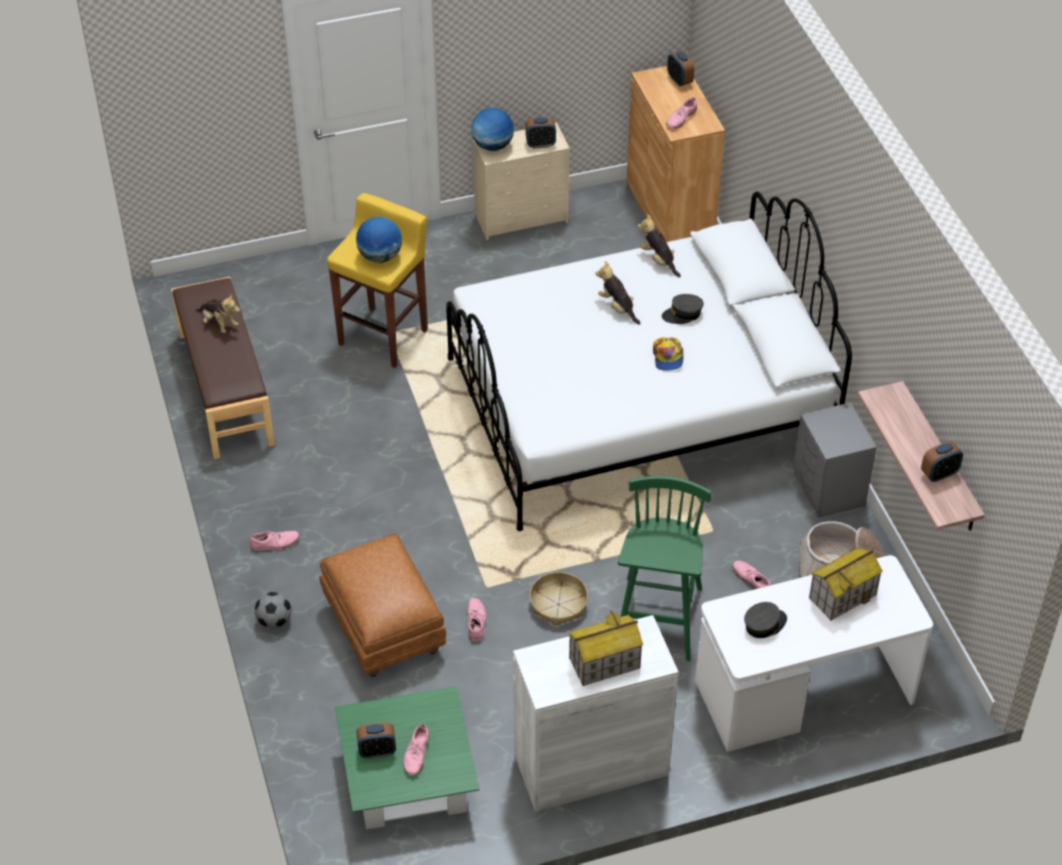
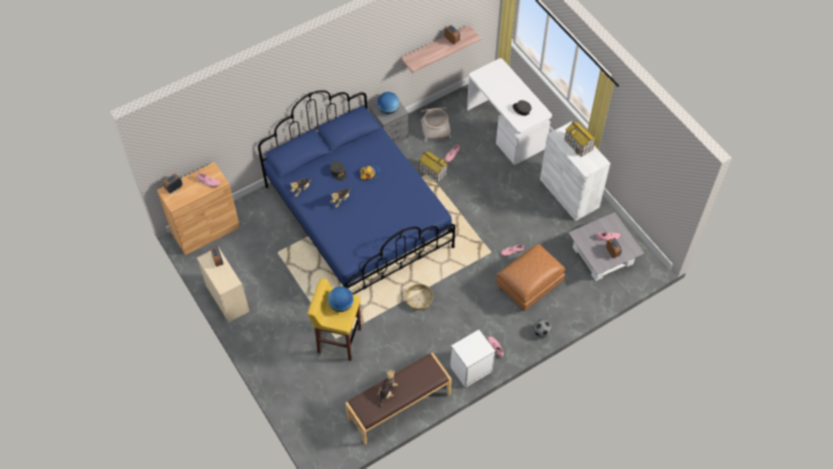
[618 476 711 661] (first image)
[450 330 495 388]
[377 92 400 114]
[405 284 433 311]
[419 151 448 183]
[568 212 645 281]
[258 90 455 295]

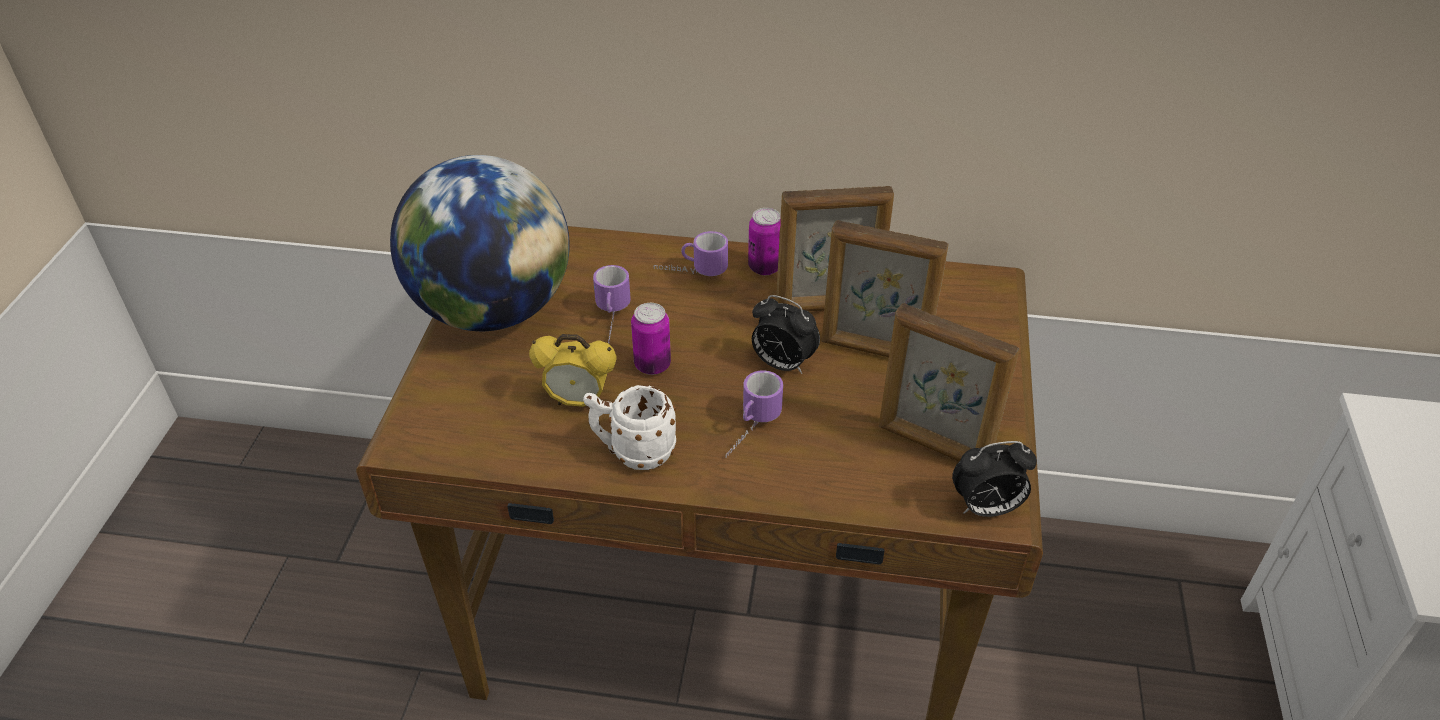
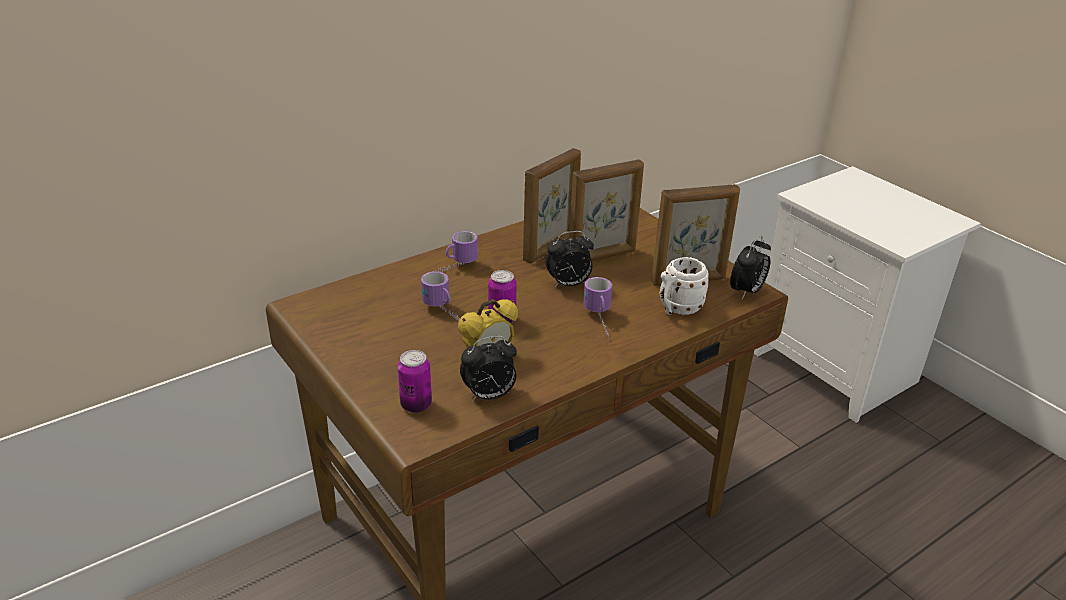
[390 155 569 331] (first image)
[460 336 517 401]
[659 257 710 315]
[397 350 432 413]

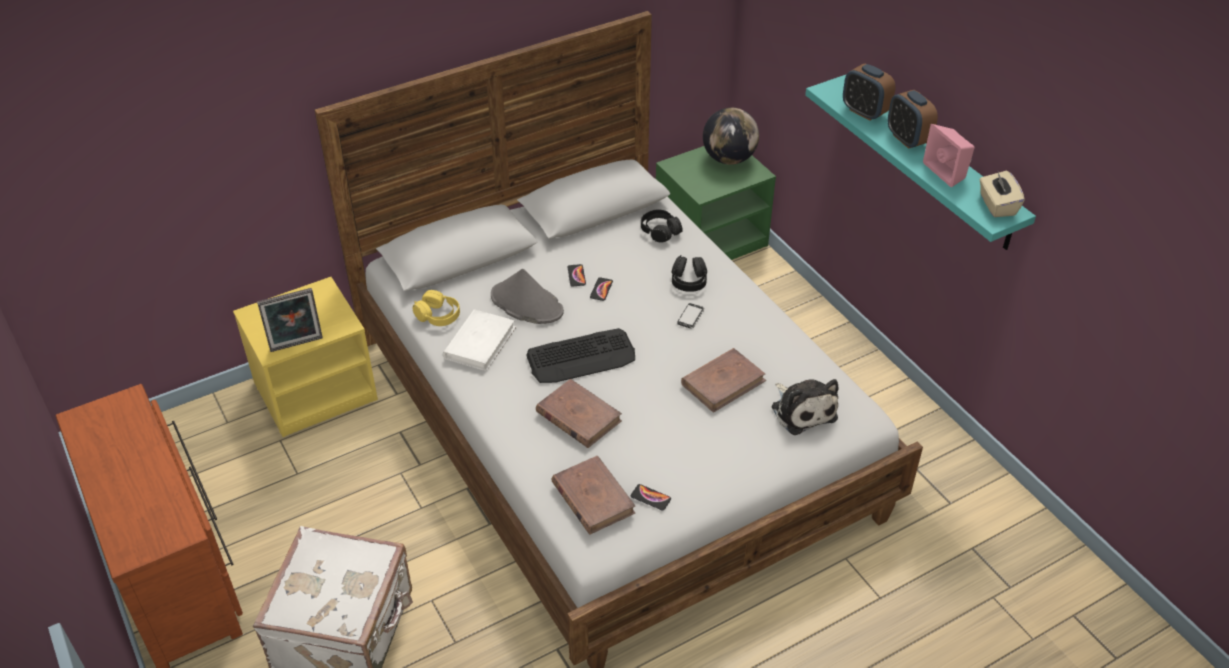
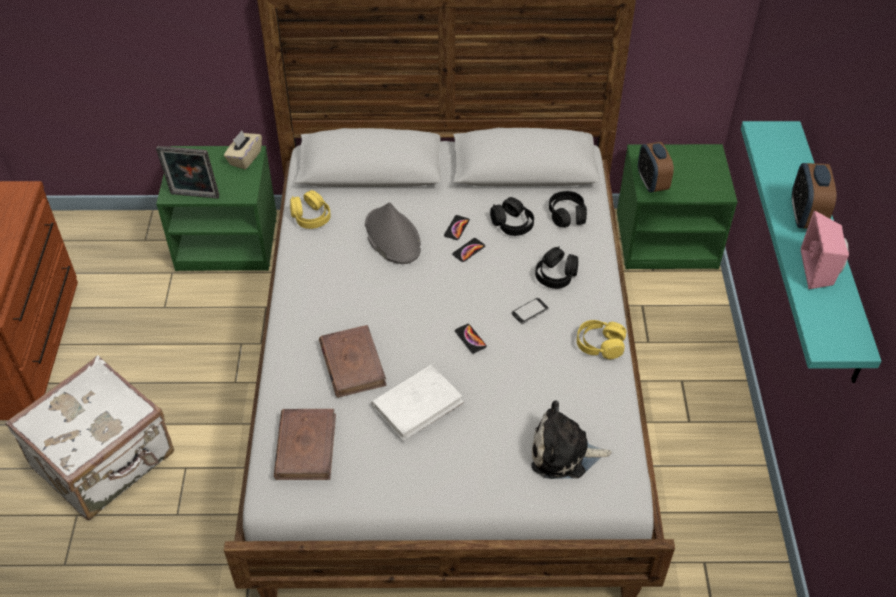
[526 328 635 383] (first image)
[681 348 766 413] (first image)
[703 108 759 165] (first image)
[490 197 534 236]
[577 320 626 359]
[371 365 464 441]
[455 324 487 353]
[638 142 674 192]
[224 131 262 170]
[156 146 277 271]
[531 400 612 479]

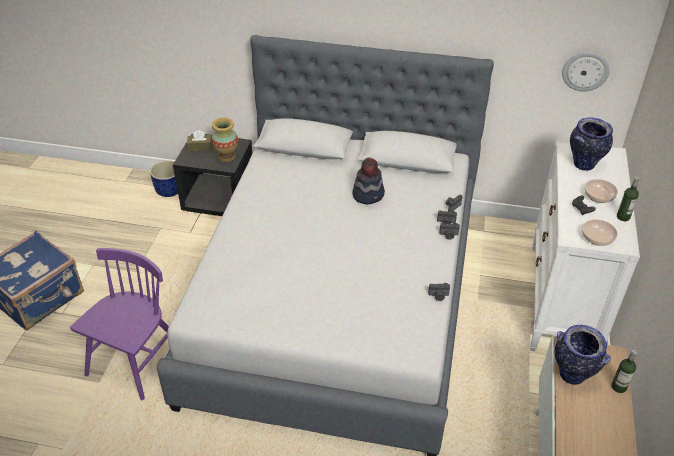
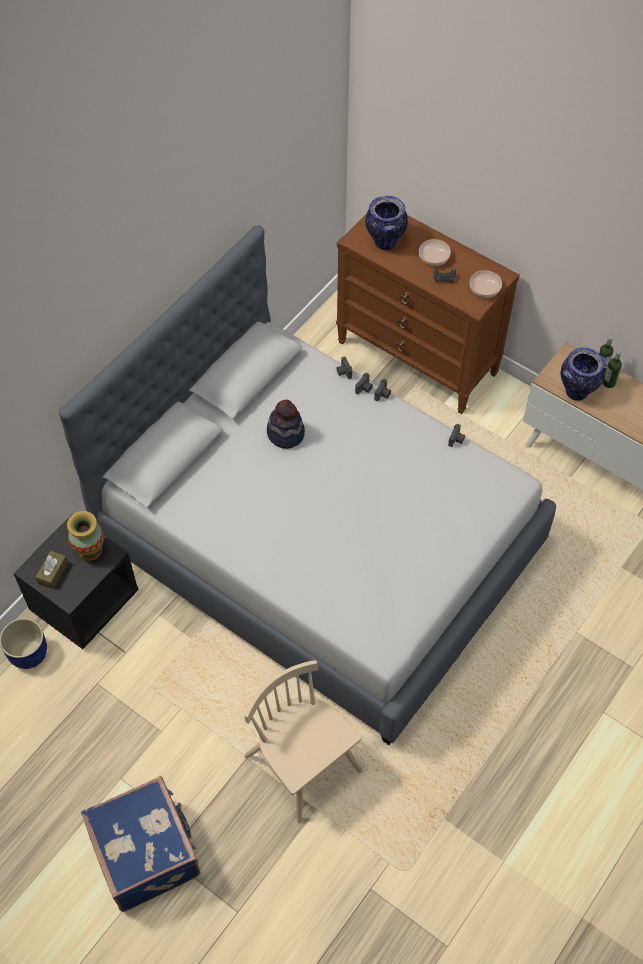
[562 52 610 91] (first image)
[603 351 622 388]
[244 660 362 823]
[336 215 520 414]

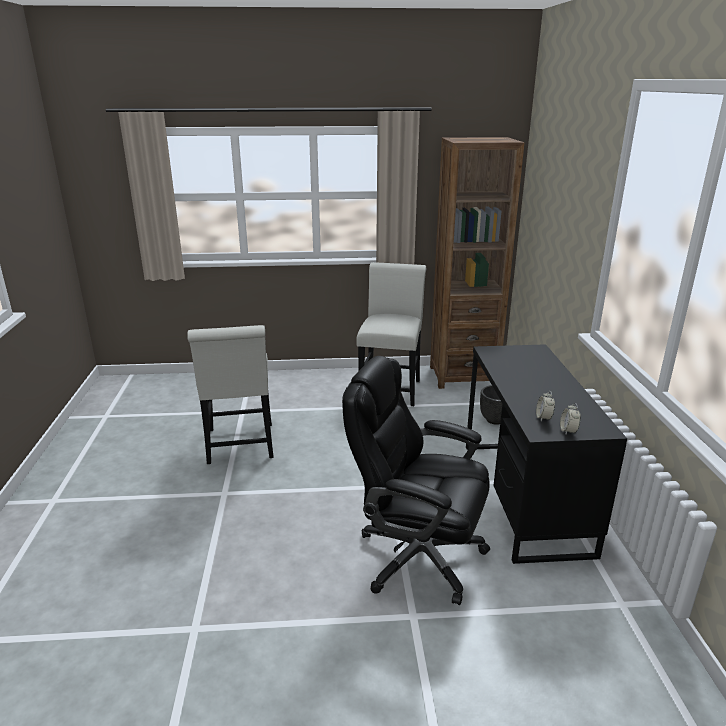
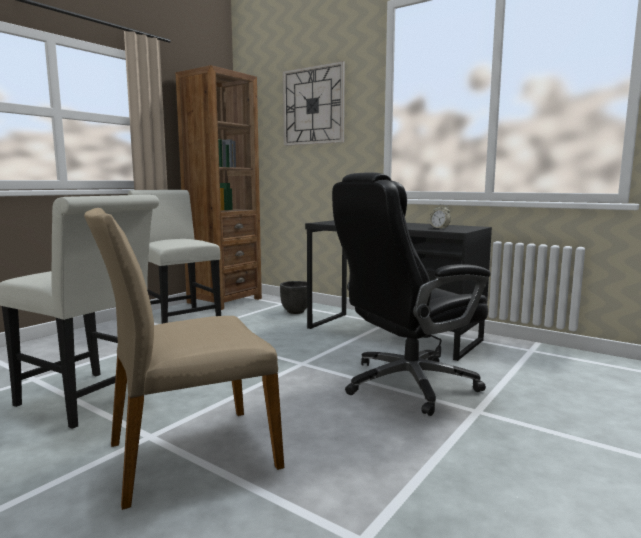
[560 403 581 434] (first image)
[84 208 284 510]
[283 61 345 146]

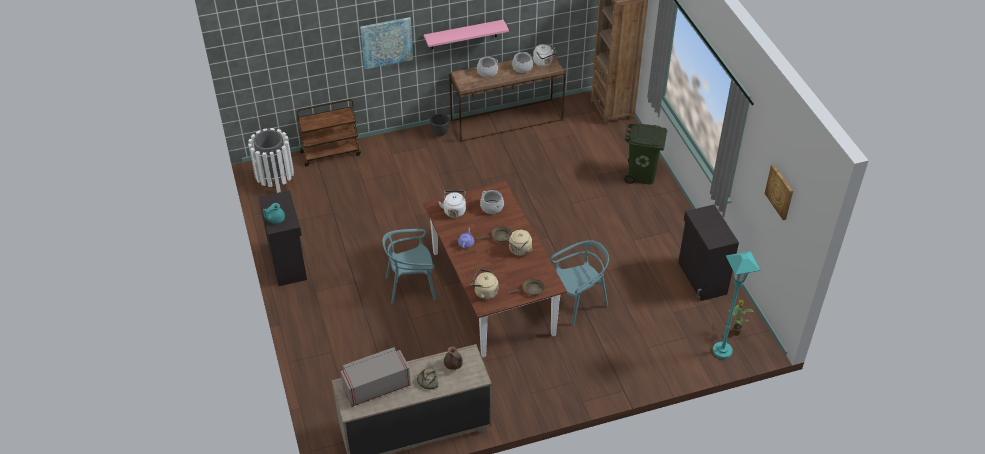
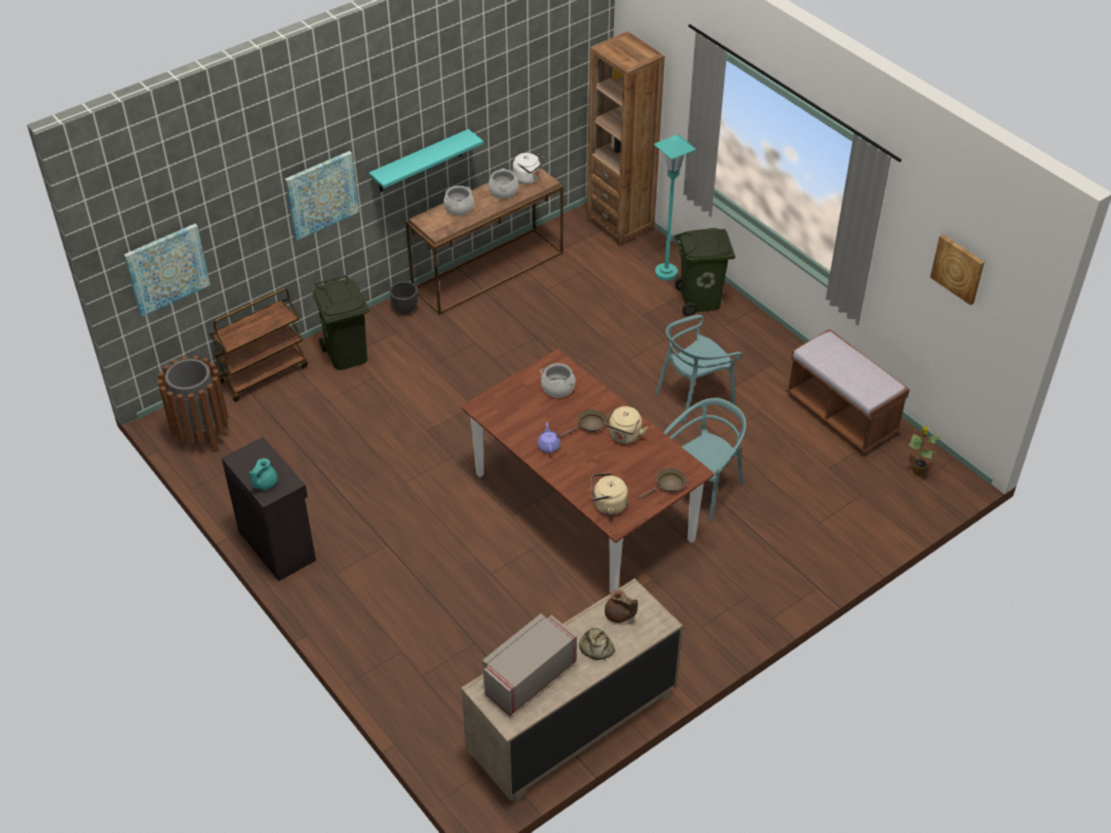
[439 191 466 218] (first image)
[124 224 210 316]
[312 275 369 370]
[656 315 743 422]
[654 134 696 281]
[786 329 910 453]
[157 356 229 452]
[369 129 483 192]

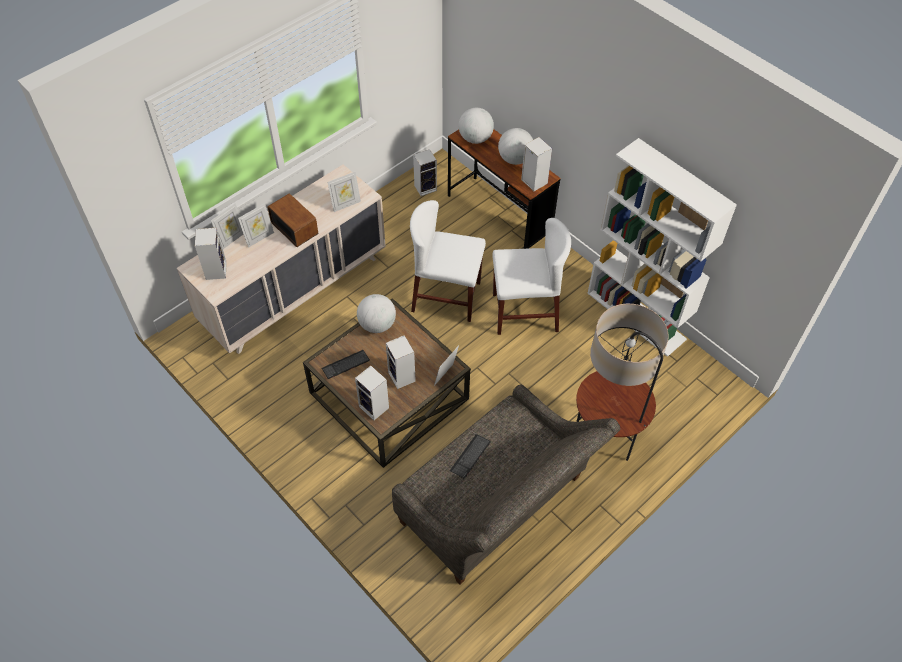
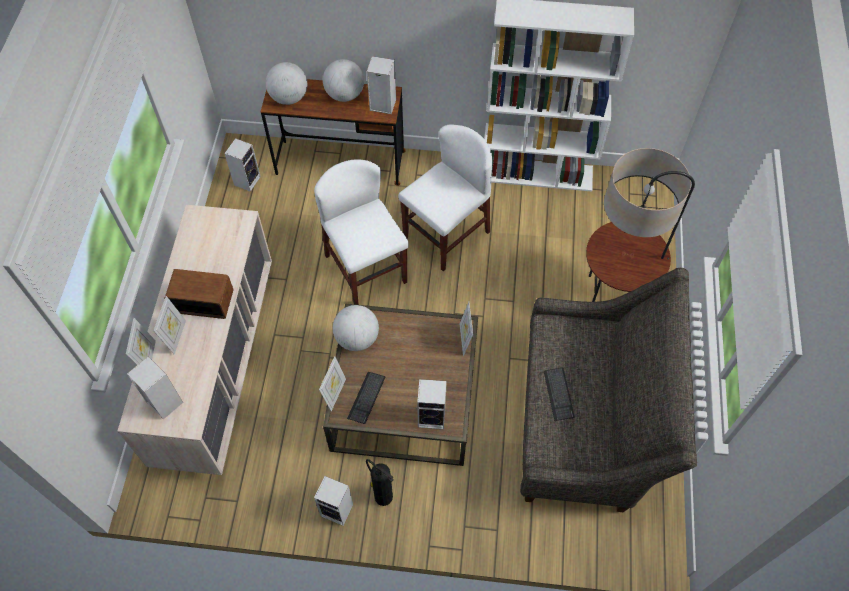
[366 459 394 506]
[319 356 346 411]
[314 476 353 526]
[314 159 409 305]

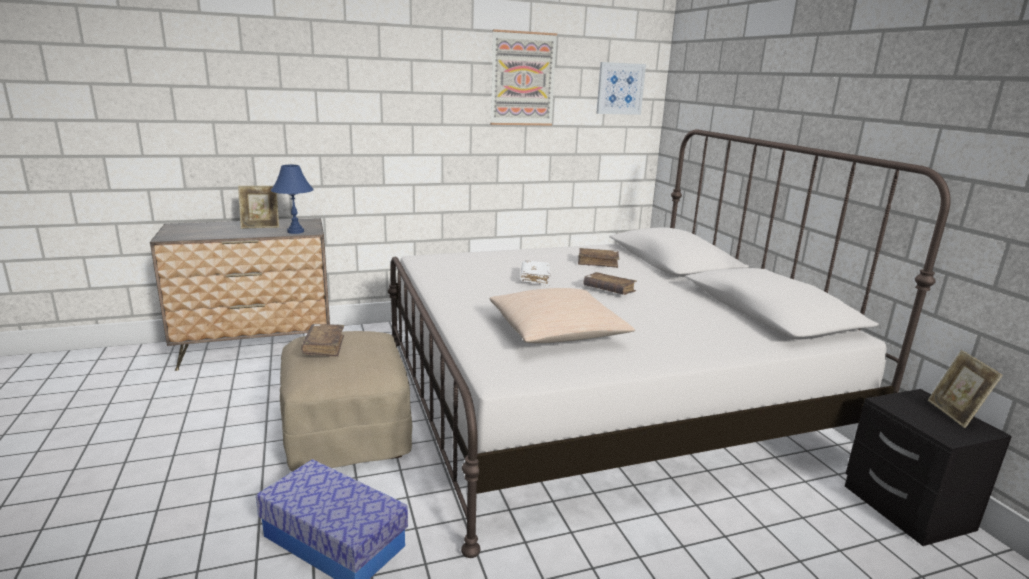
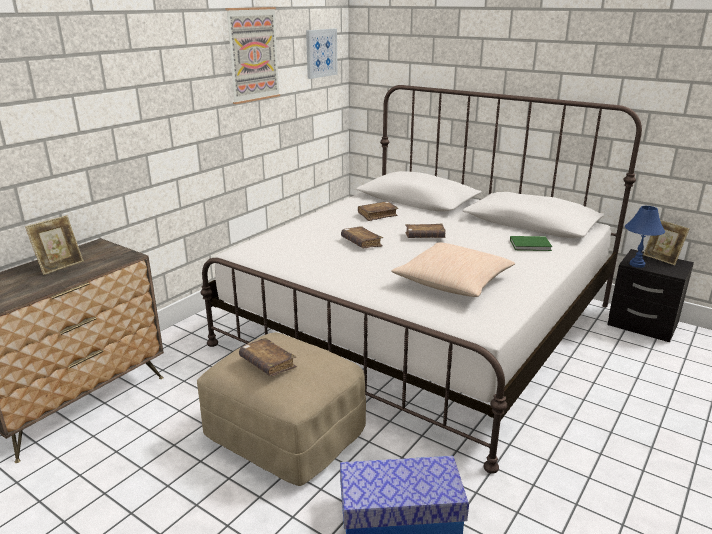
[510 236 552 251]
[625 206 665 268]
[341 226 383 248]

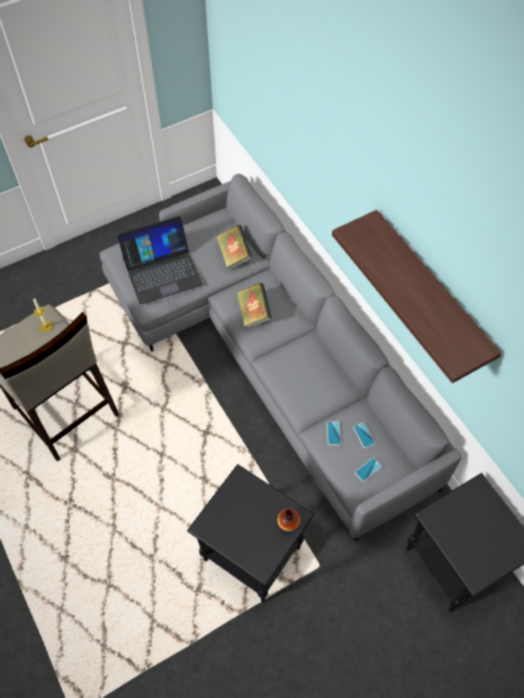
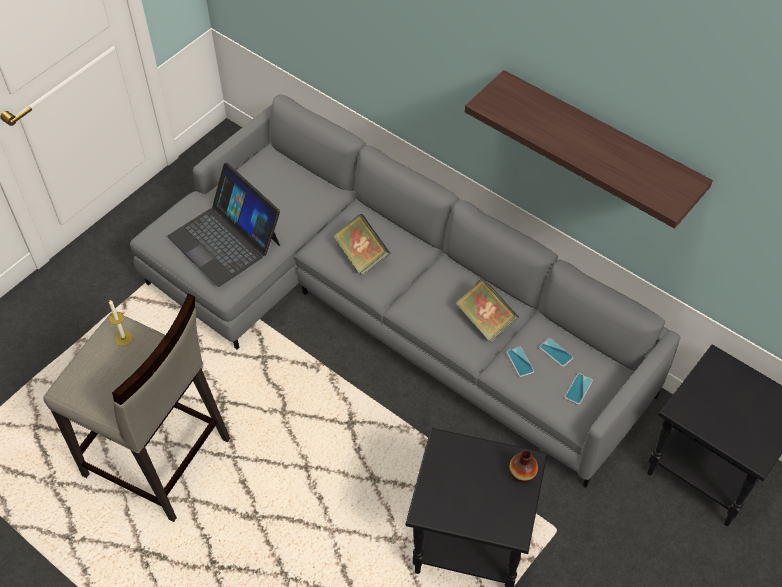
[455 278 519 342]
[167 163 280 287]

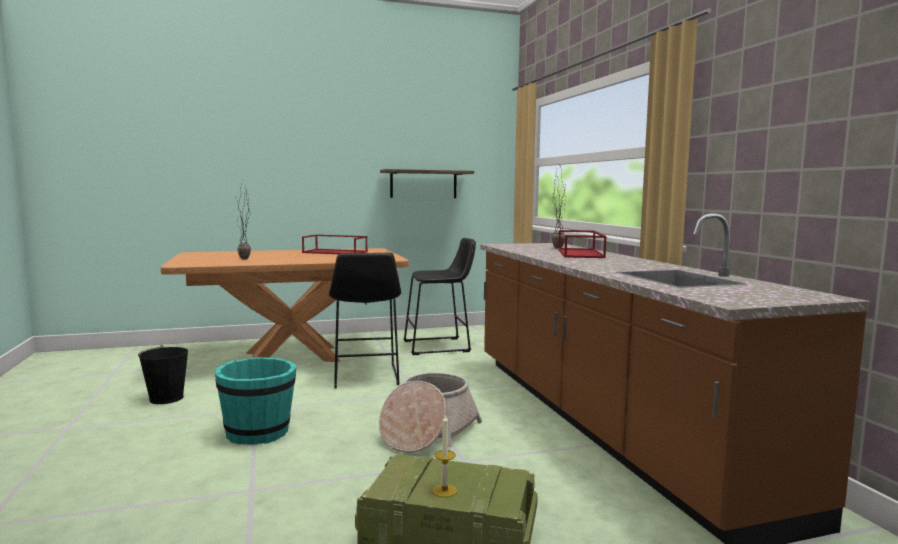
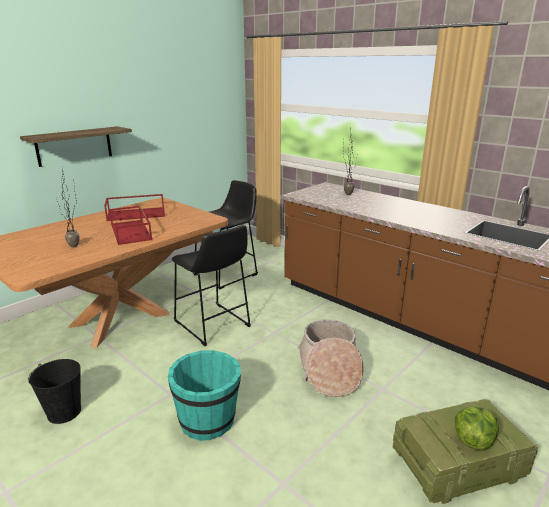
[20 126 132 167]
[109 206 152 245]
[455 406 499 450]

